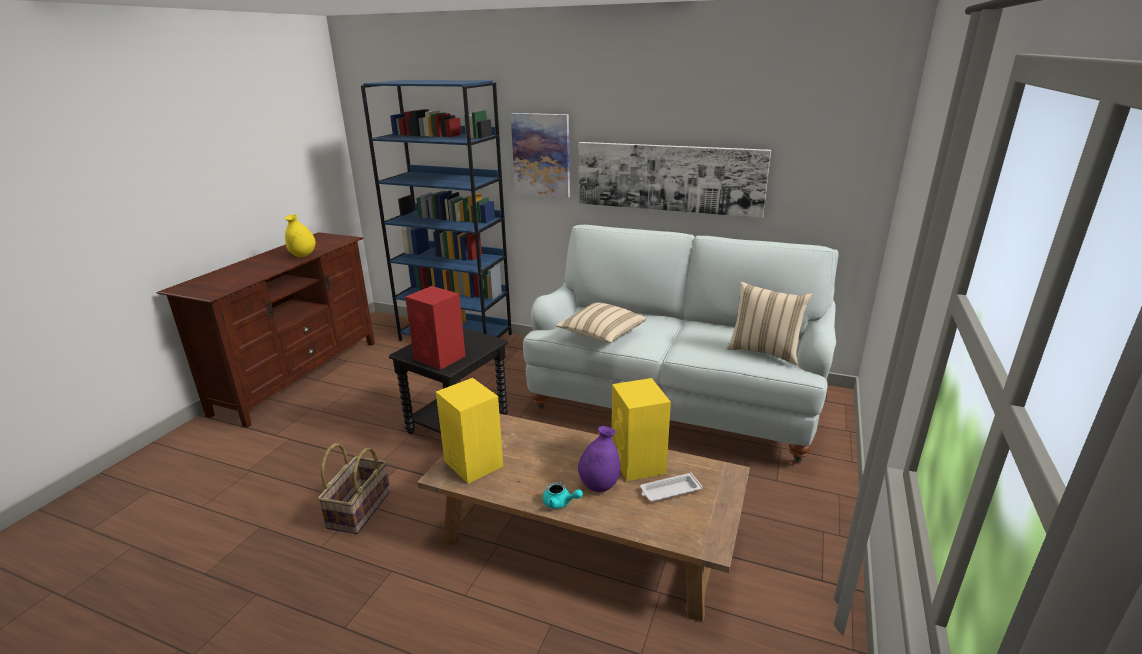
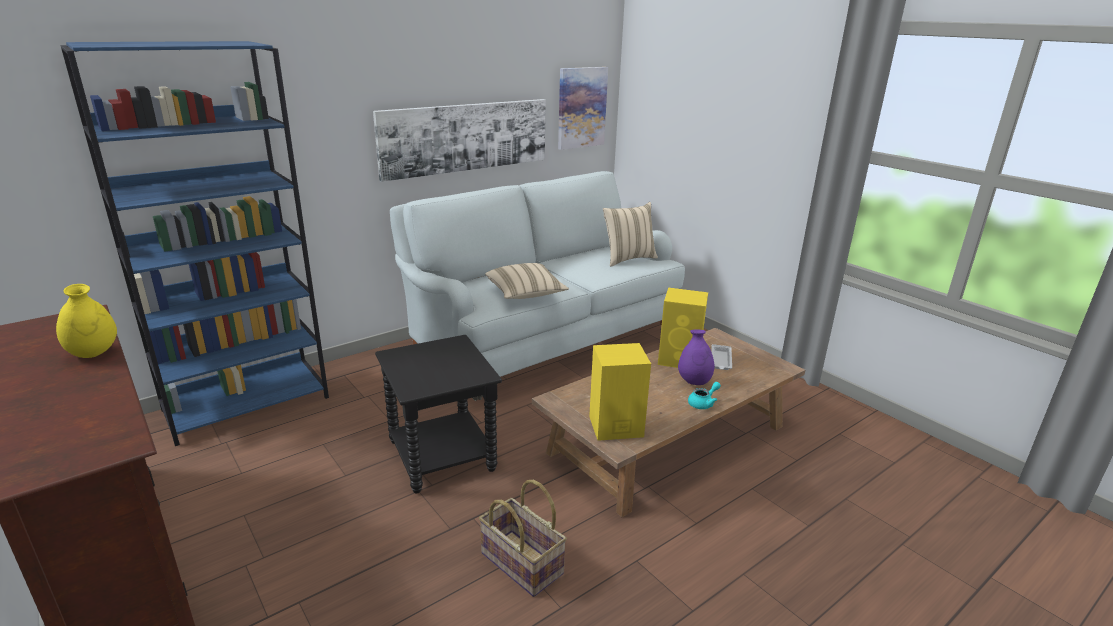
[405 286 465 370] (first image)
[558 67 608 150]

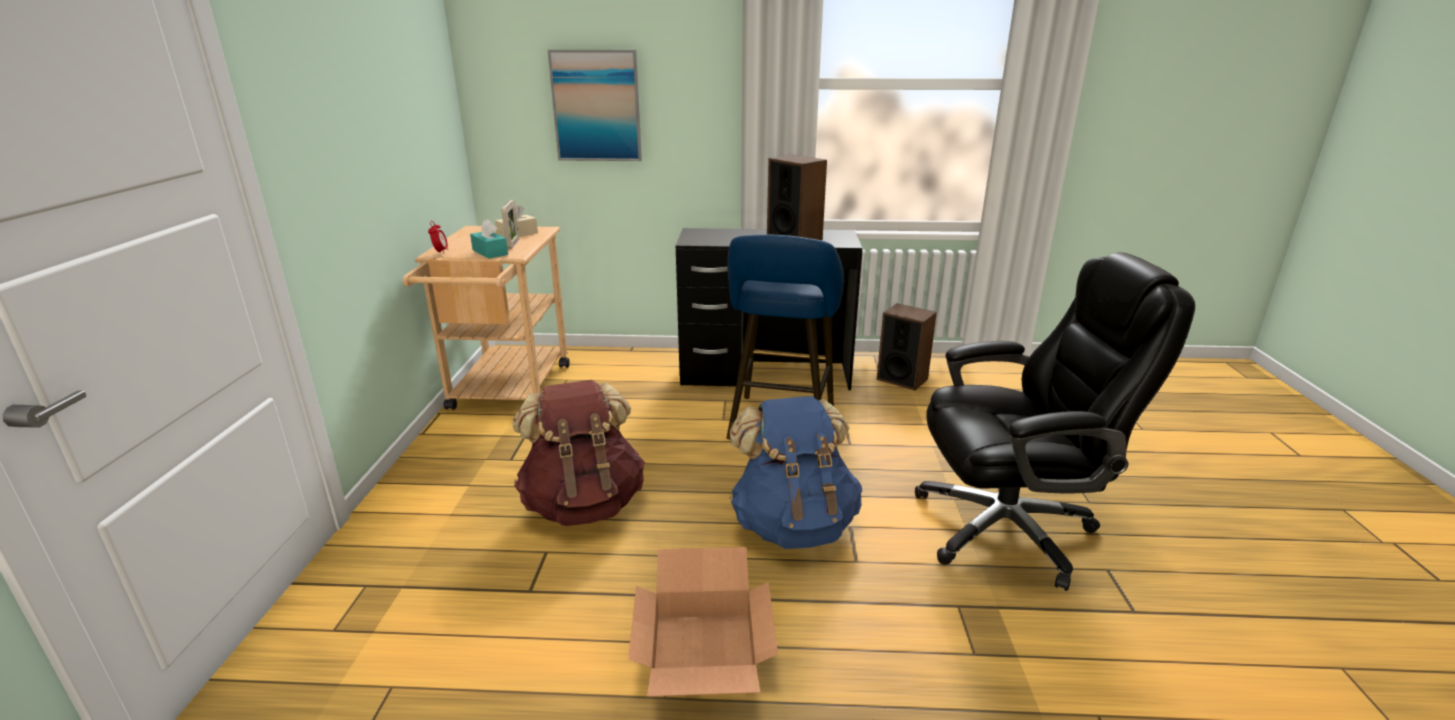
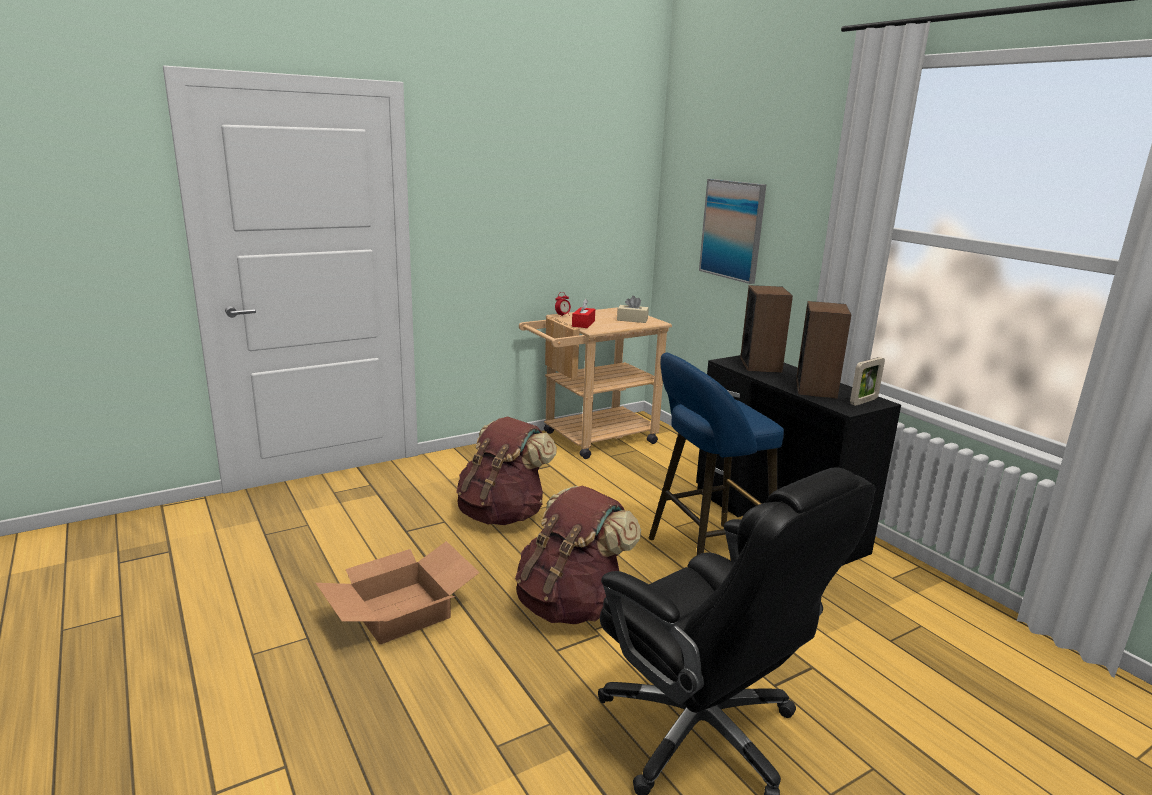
[850 357 885 406]
[740 285 793 373]
[572 299 595 328]
[515 486 641 624]

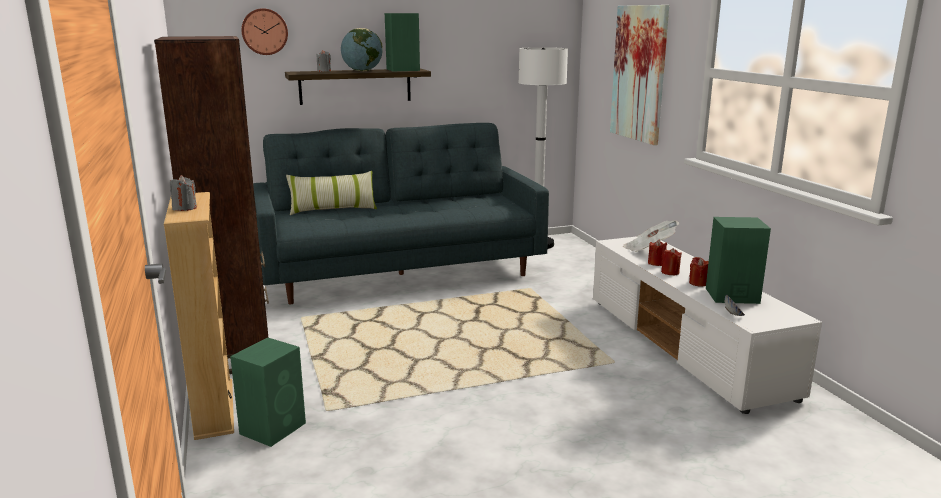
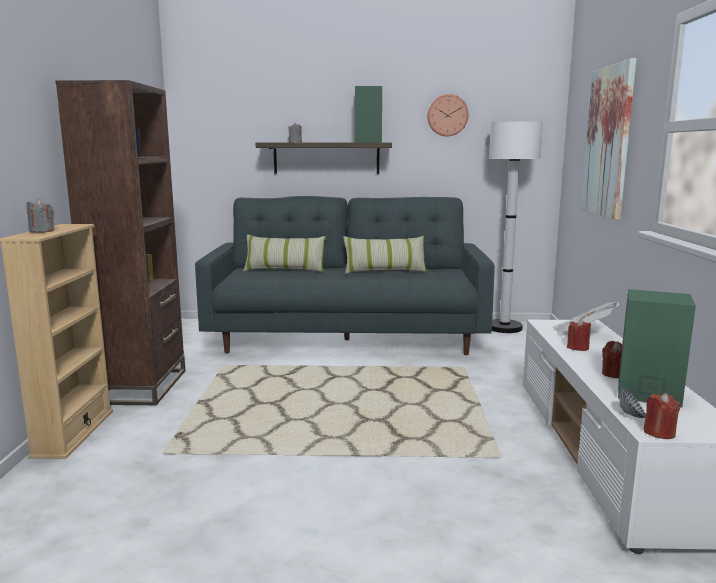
[230 337 306 447] (first image)
[341 28 383 71] (first image)
[344 236 427 274]
[427 94 468 136]
[643 393 681 439]

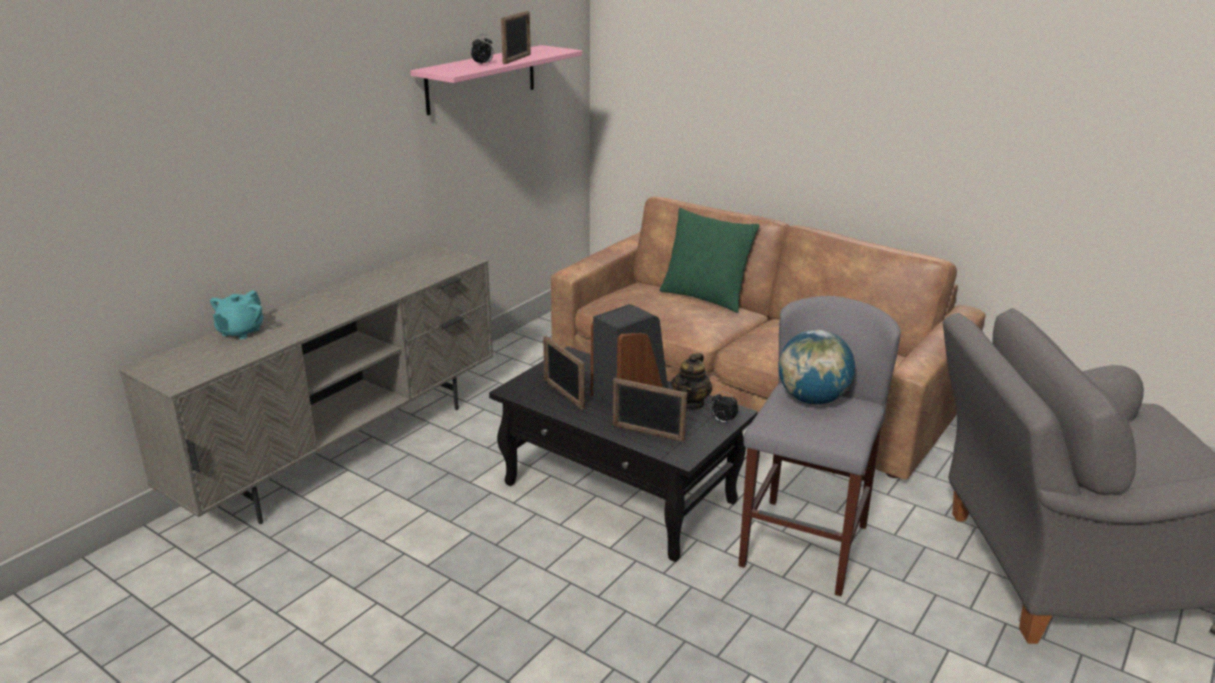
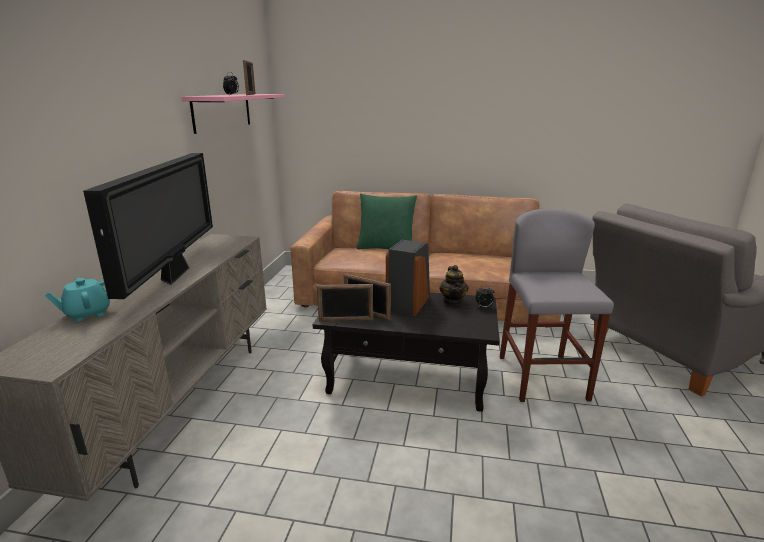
[779 330 855 405] (first image)
[83 153 213 299]
[317 284 373 322]
[45 278 110 322]

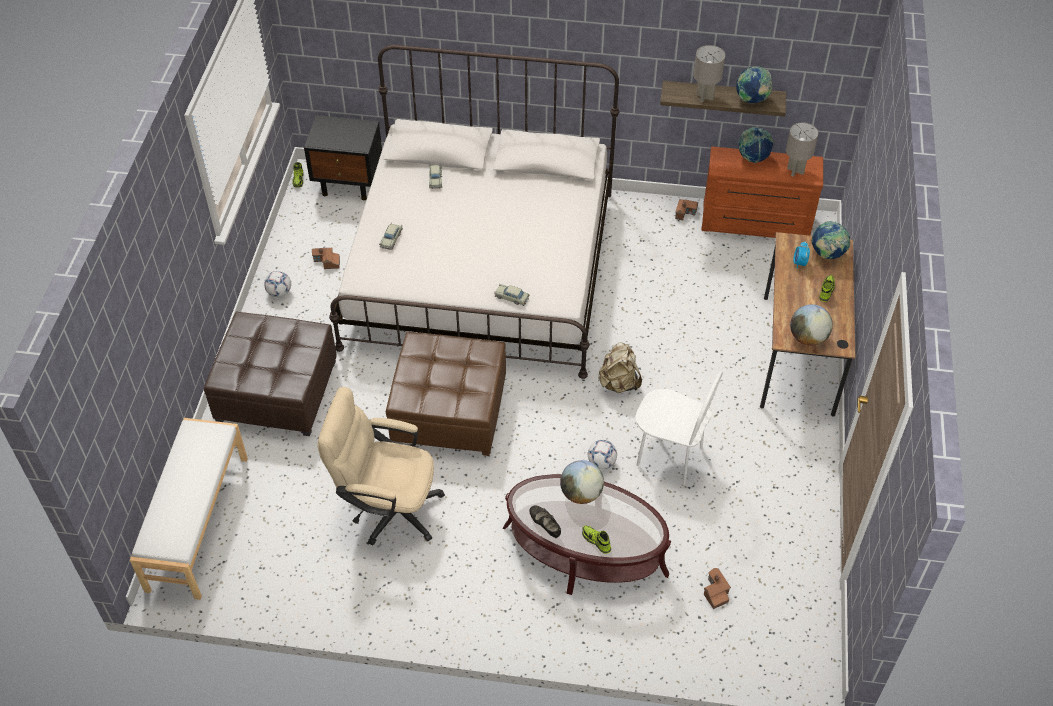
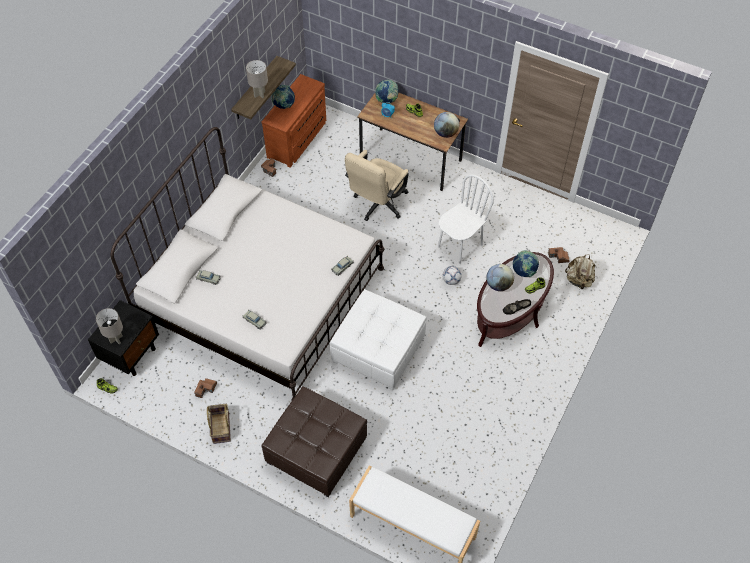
[345 150 409 221]
[565 254 595 289]
[513 250 539 277]
[96 308 123 344]
[207 404 231 444]
[330 289 427 390]

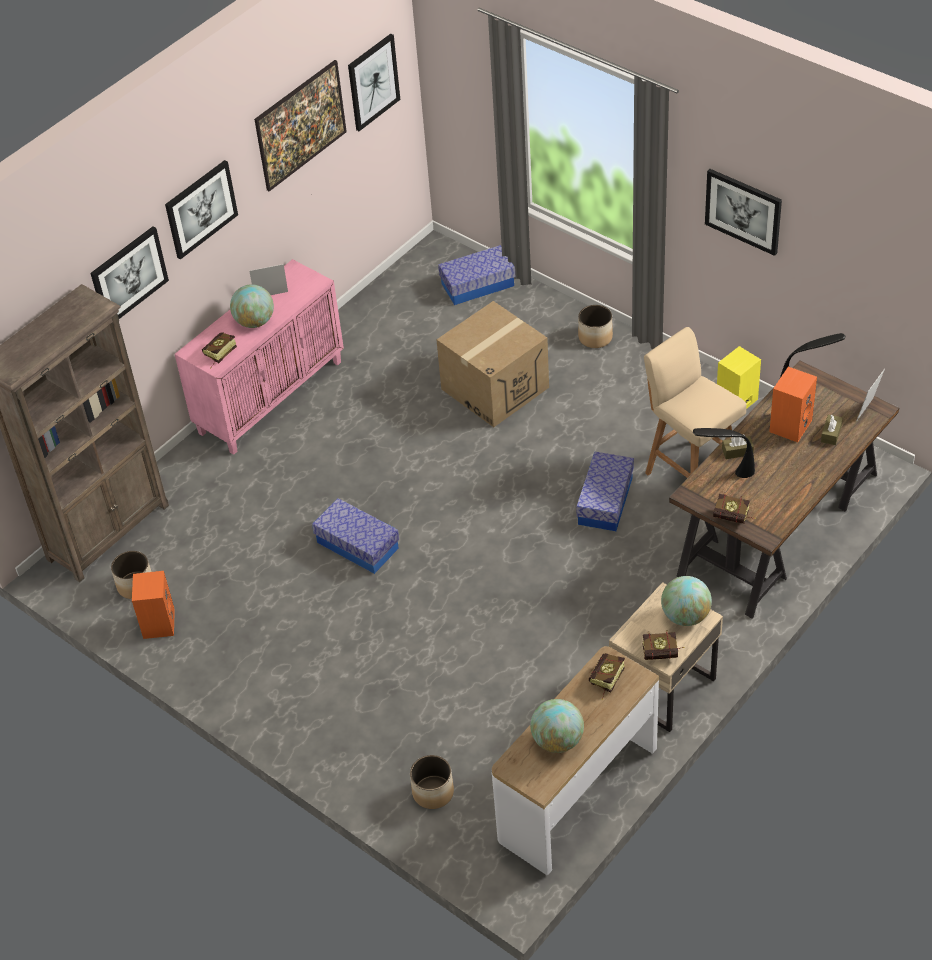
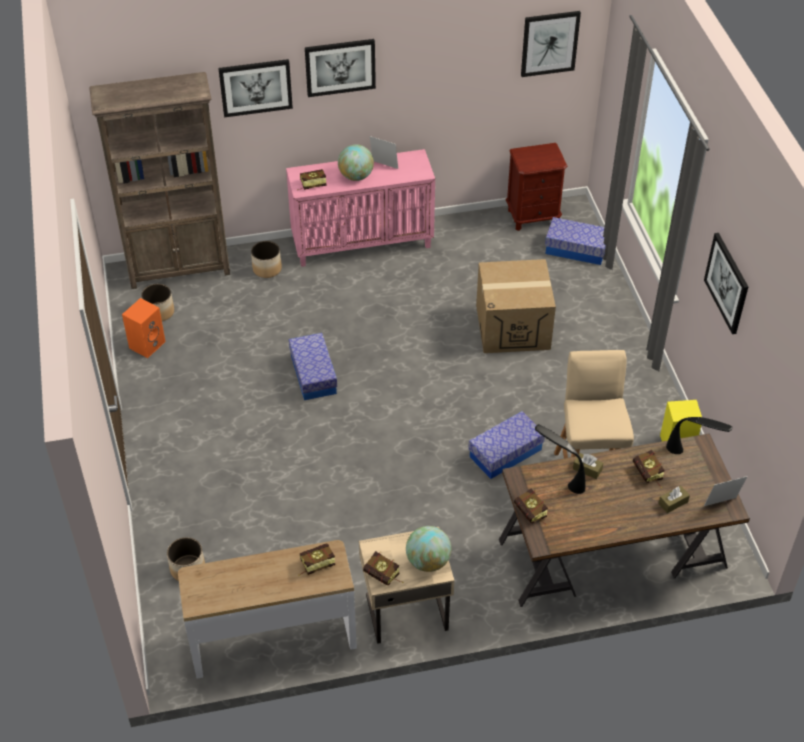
[254 60 347 191] (first image)
[530 699 584 753] (first image)
[506 143 567 231]
[251 241 282 278]
[633 450 665 488]

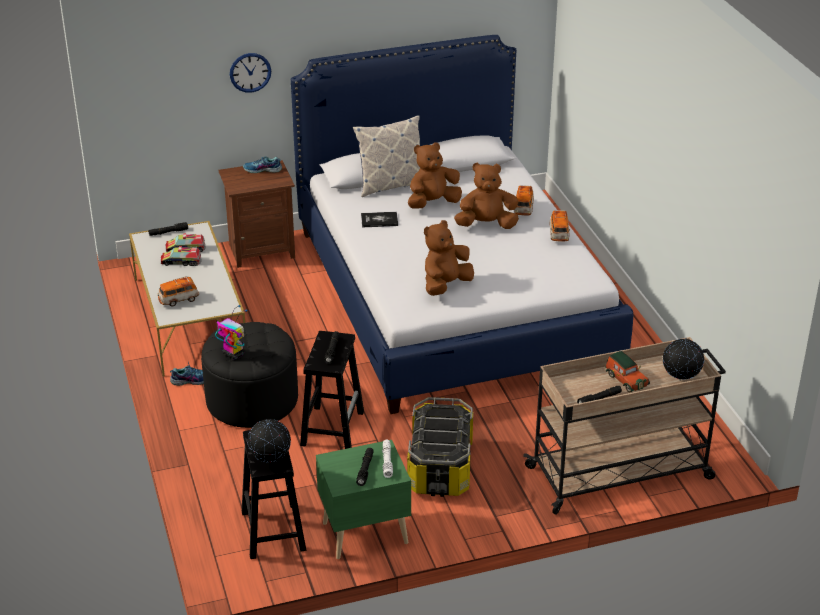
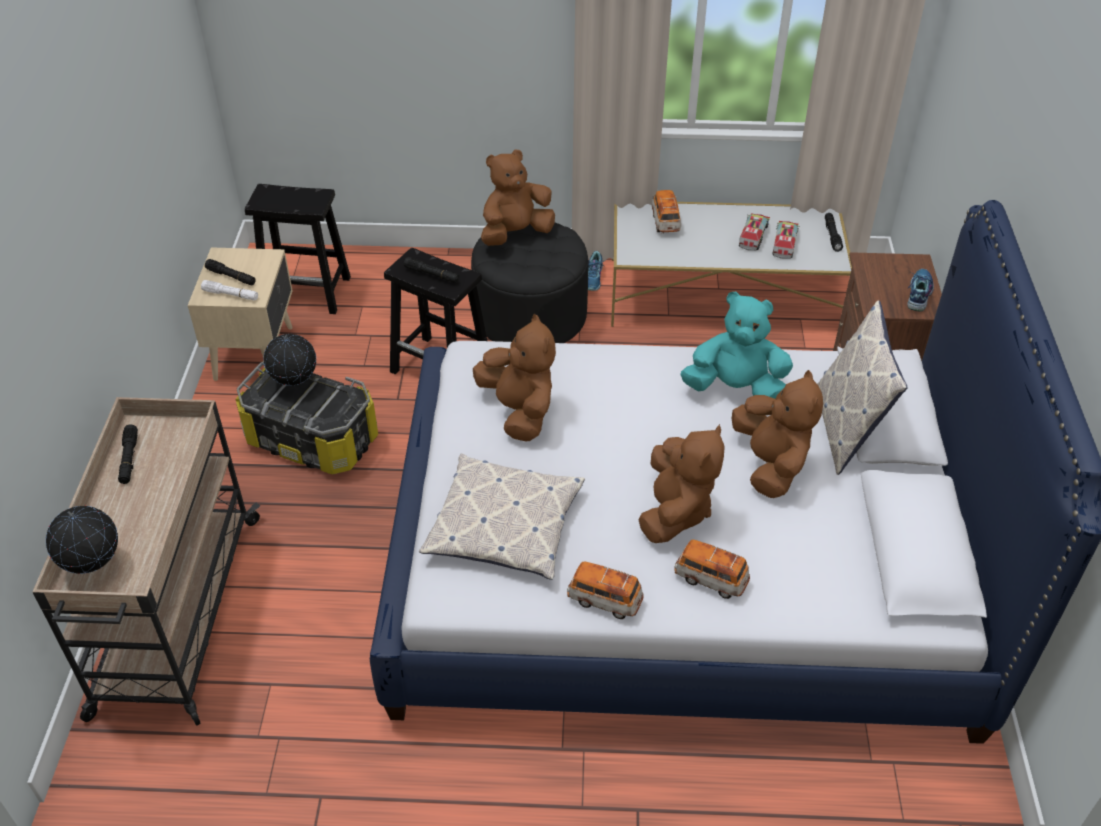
[230 53 271 93] (first image)
[605 351 650 392] (first image)
[419 453 585 580]
[263 334 316 386]
[481 149 555 246]
[680 292 793 399]
[188 247 293 381]

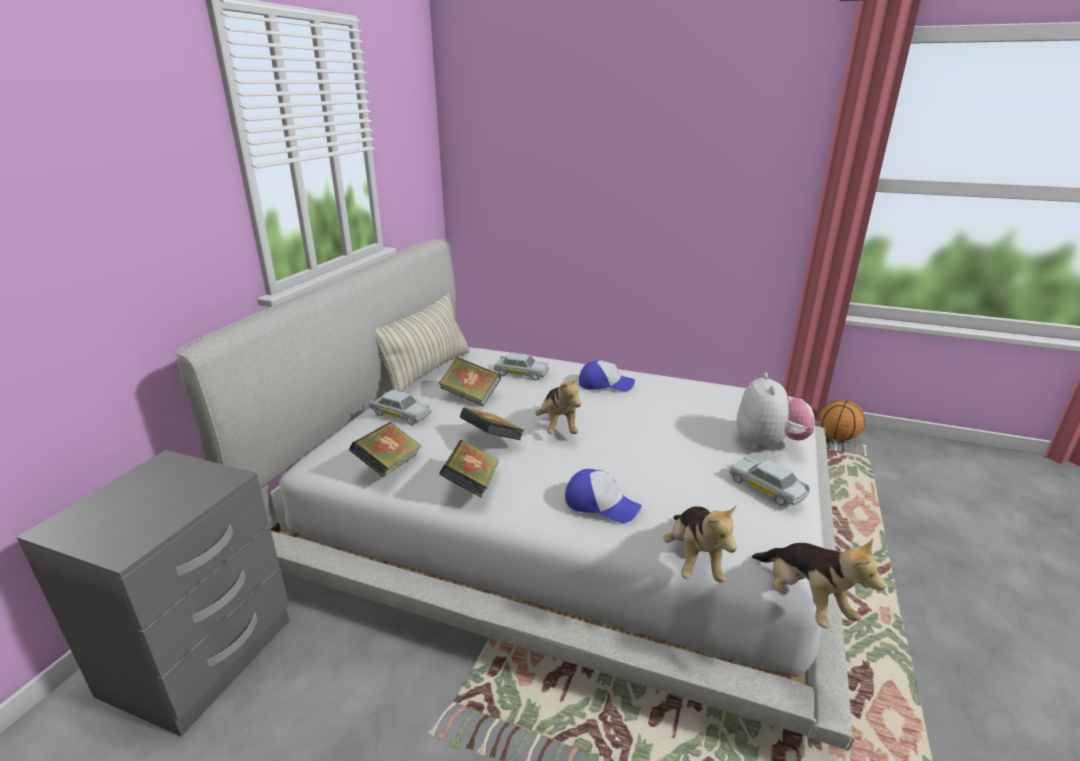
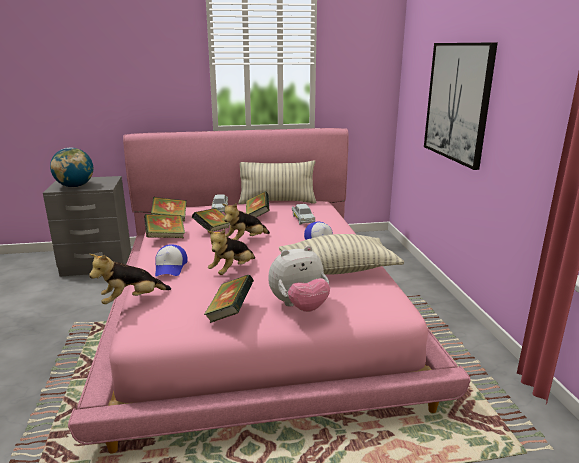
[819 399 865 440] (first image)
[50 148 93 187]
[279 234 404 275]
[424 43 498 170]
[208 229 255 275]
[204 275 254 323]
[68 128 471 453]

